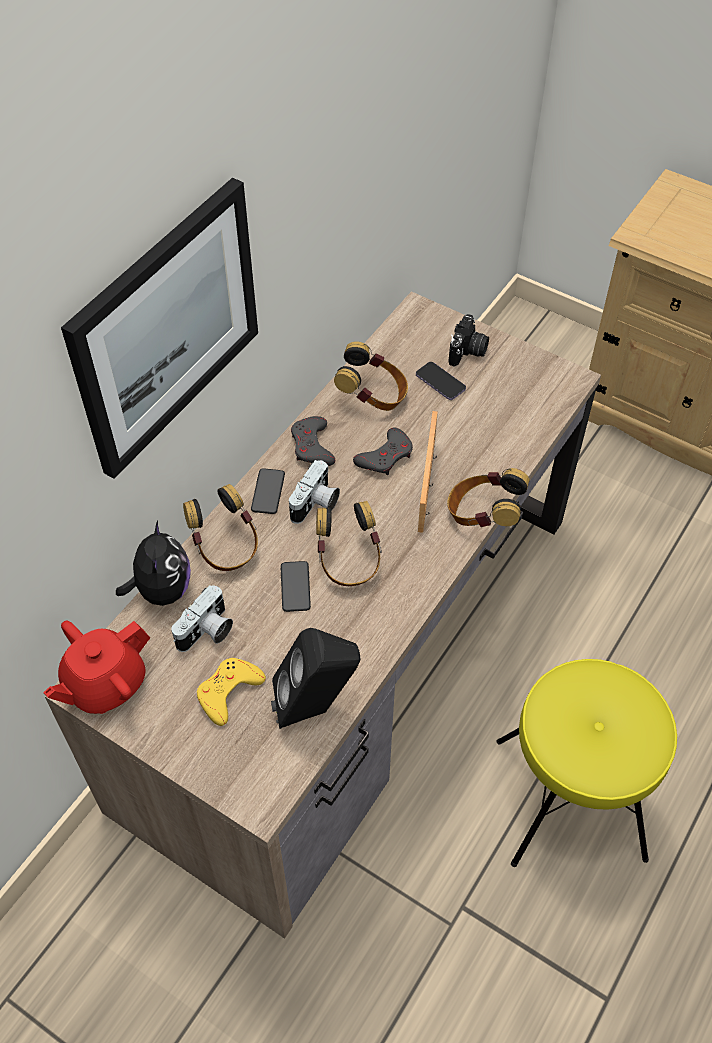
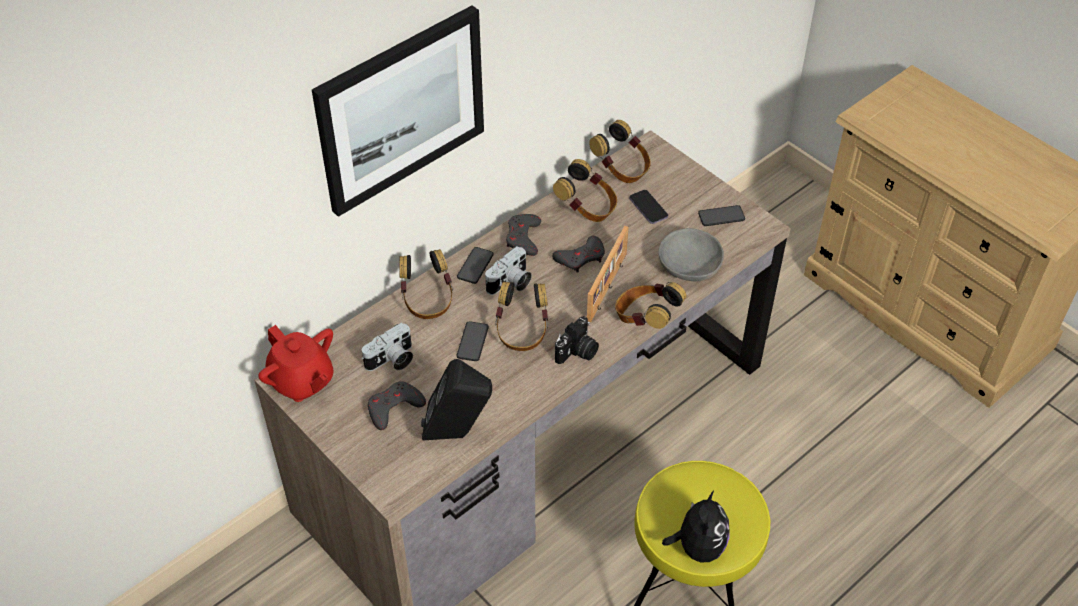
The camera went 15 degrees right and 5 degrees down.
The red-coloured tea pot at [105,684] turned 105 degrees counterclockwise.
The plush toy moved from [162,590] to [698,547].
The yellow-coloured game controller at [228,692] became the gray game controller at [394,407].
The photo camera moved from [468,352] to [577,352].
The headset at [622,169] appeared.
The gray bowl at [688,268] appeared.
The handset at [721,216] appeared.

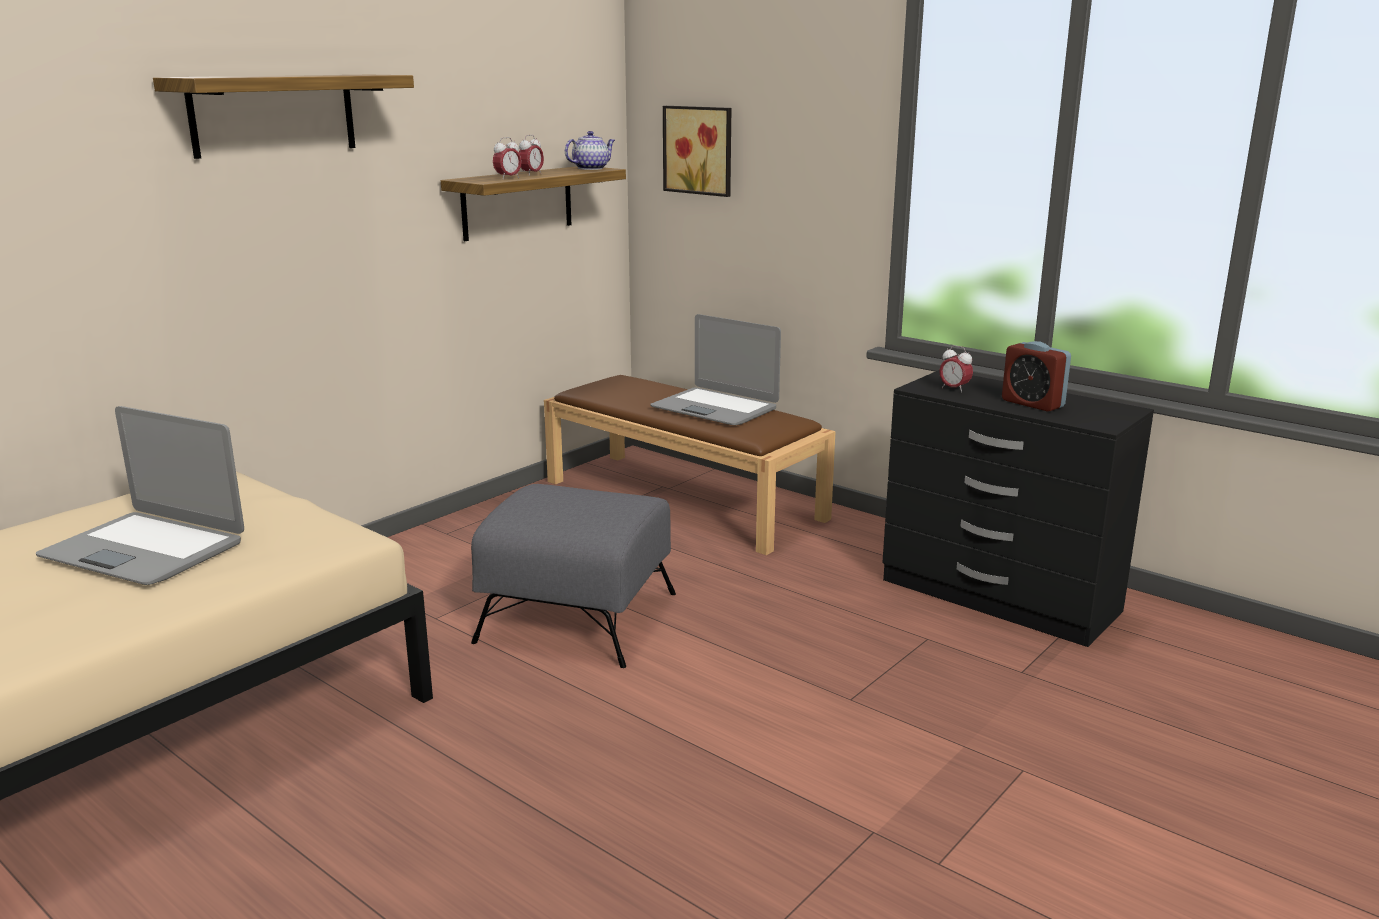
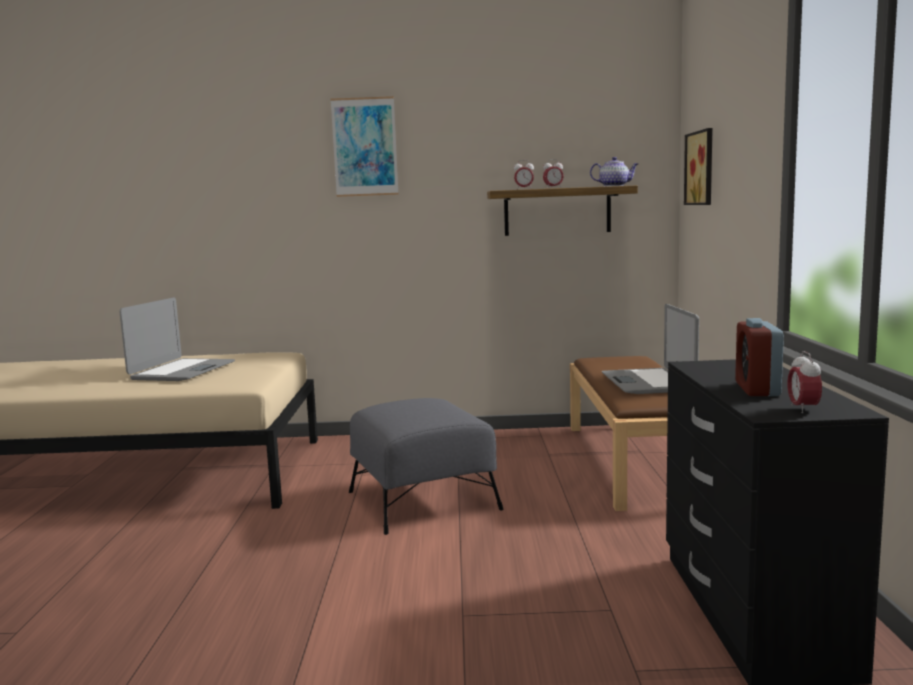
The camera went 50 degrees right and 10 degrees down.
The laptop at [145,549] turned 150 degrees counterclockwise.
The wall shelf at [273,114] was replaced by the wall picture at [365,147].
The table clock moved from [954,389] to [803,409].

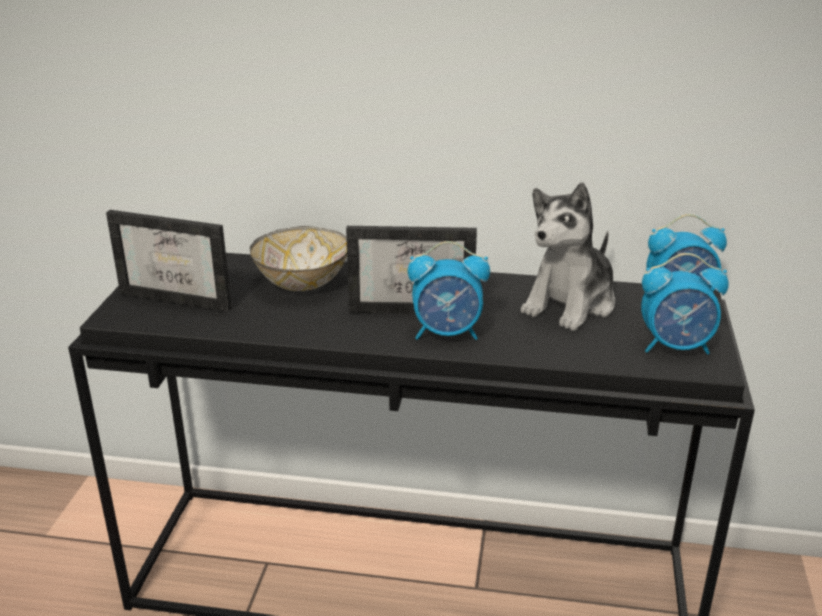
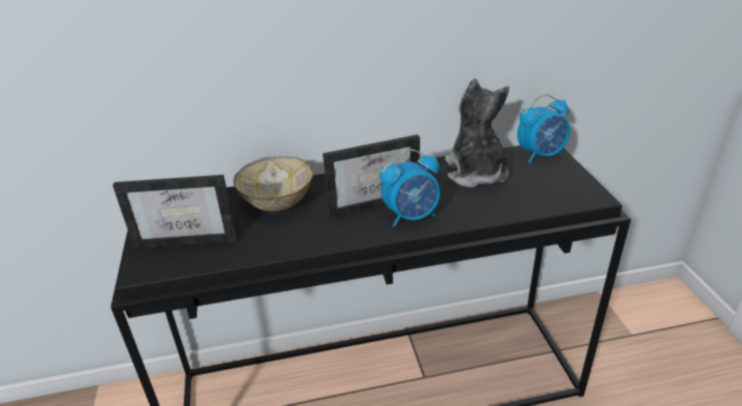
The camera went 20 degrees left and 5 degrees up.
The plush toy at [570,304] turned 150 degrees clockwise.
The table clock at [676,347] disappeared.

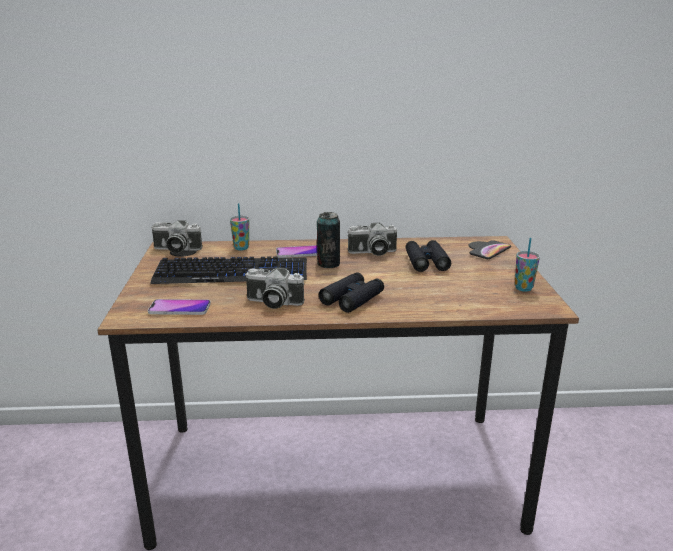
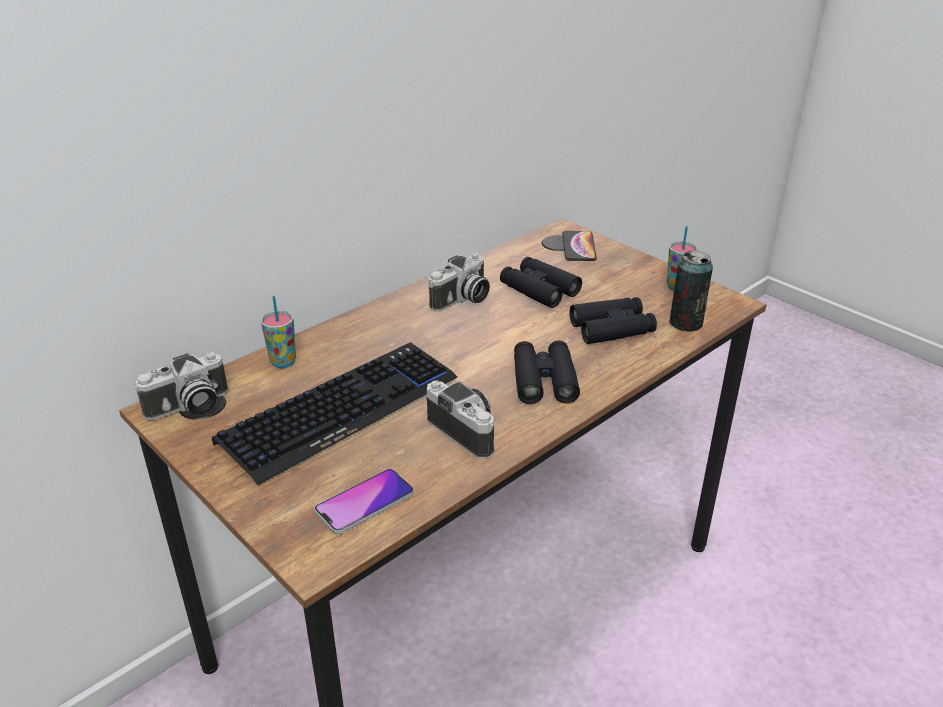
The camera went 40 degrees left and 10 degrees up.
The photo camera at [273,303] turned 105 degrees counterclockwise.
The handset at [300,252] disappeared.
The metal can moved from [328,264] to [685,323].
The blackish field glasses at [612,328] appeared.

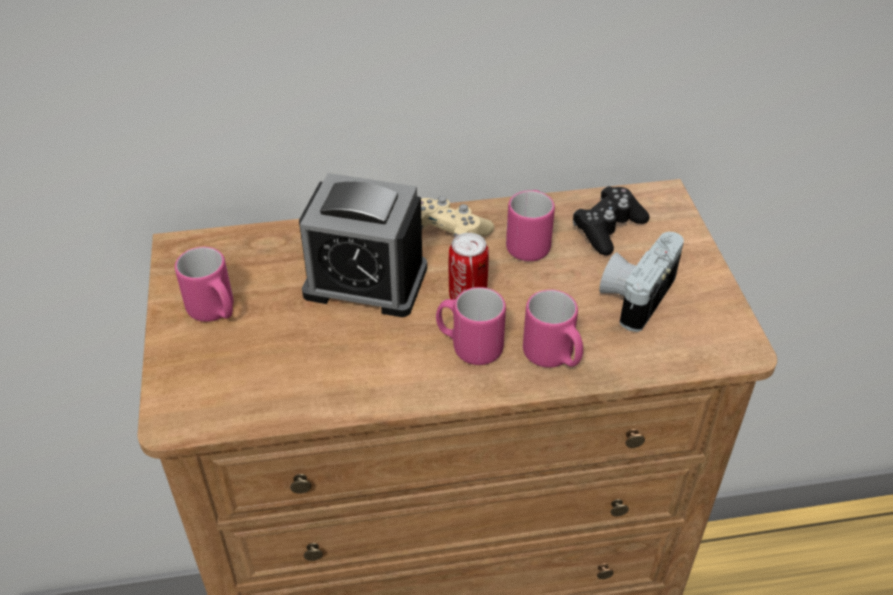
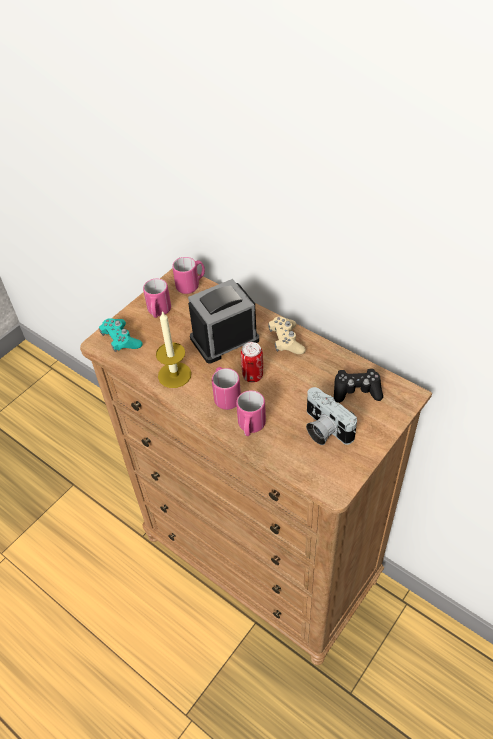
The camera went 50 degrees right and 5 degrees up.
The table clock at [365,281] turned 90 degrees clockwise.
The pink-coloured mug moved from [529,243] to [191,285].
The photo camera at [635,294] turned 120 degrees counterclockwise.
The blue-green game controller at [121,340] appeared.
The candle at [174,375] appeared.

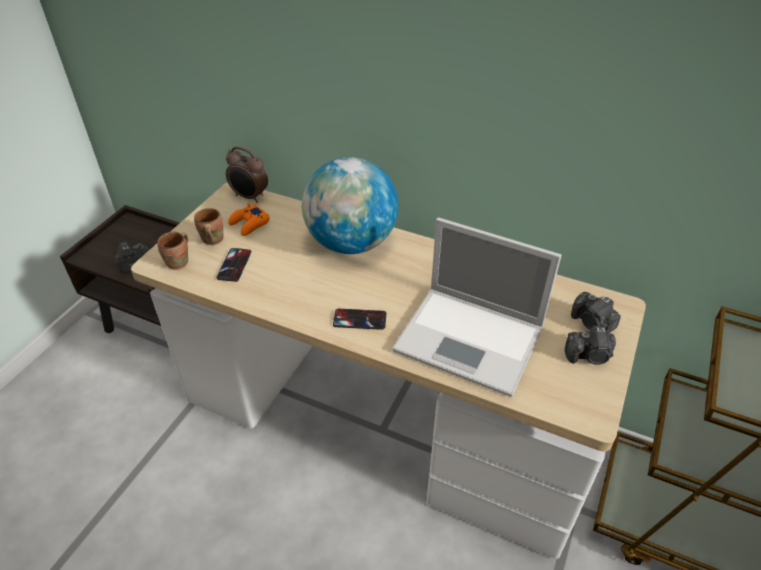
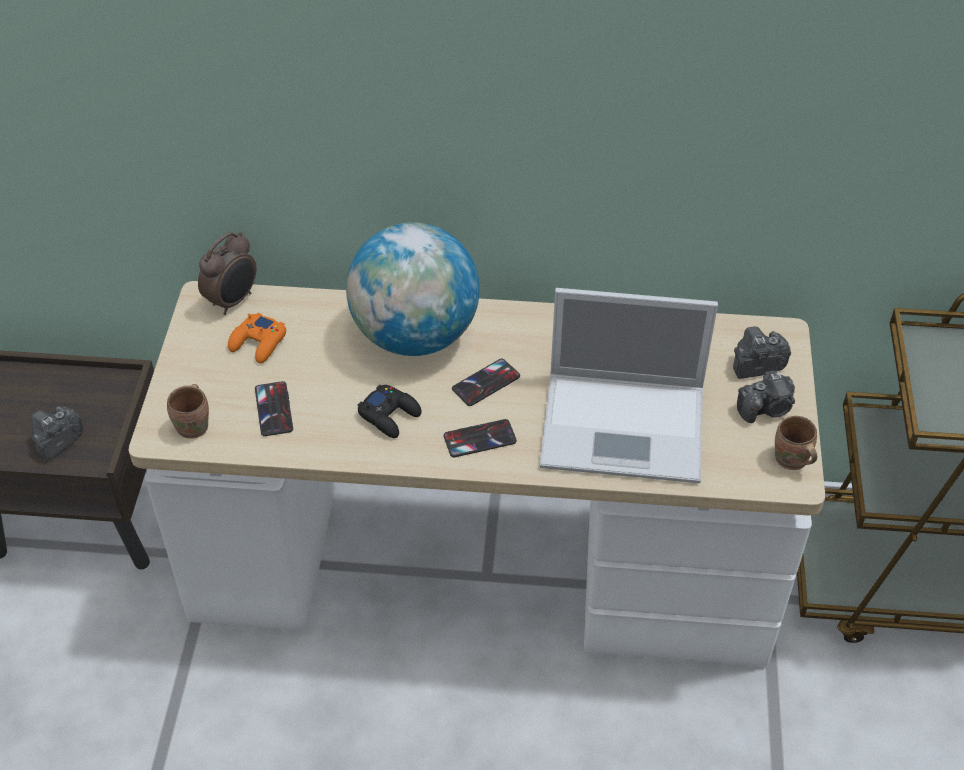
The camera went 20 degrees left and 5 degrees up.
The brown-coloured mug moved from [211,240] to [790,461].
The table clock at [249,197] turned 60 degrees counterclockwise.
The photo camera at [592,323] turned 135 degrees clockwise.
The blackish game controller at [390,415] appeared.
The handset at [486,383] appeared.

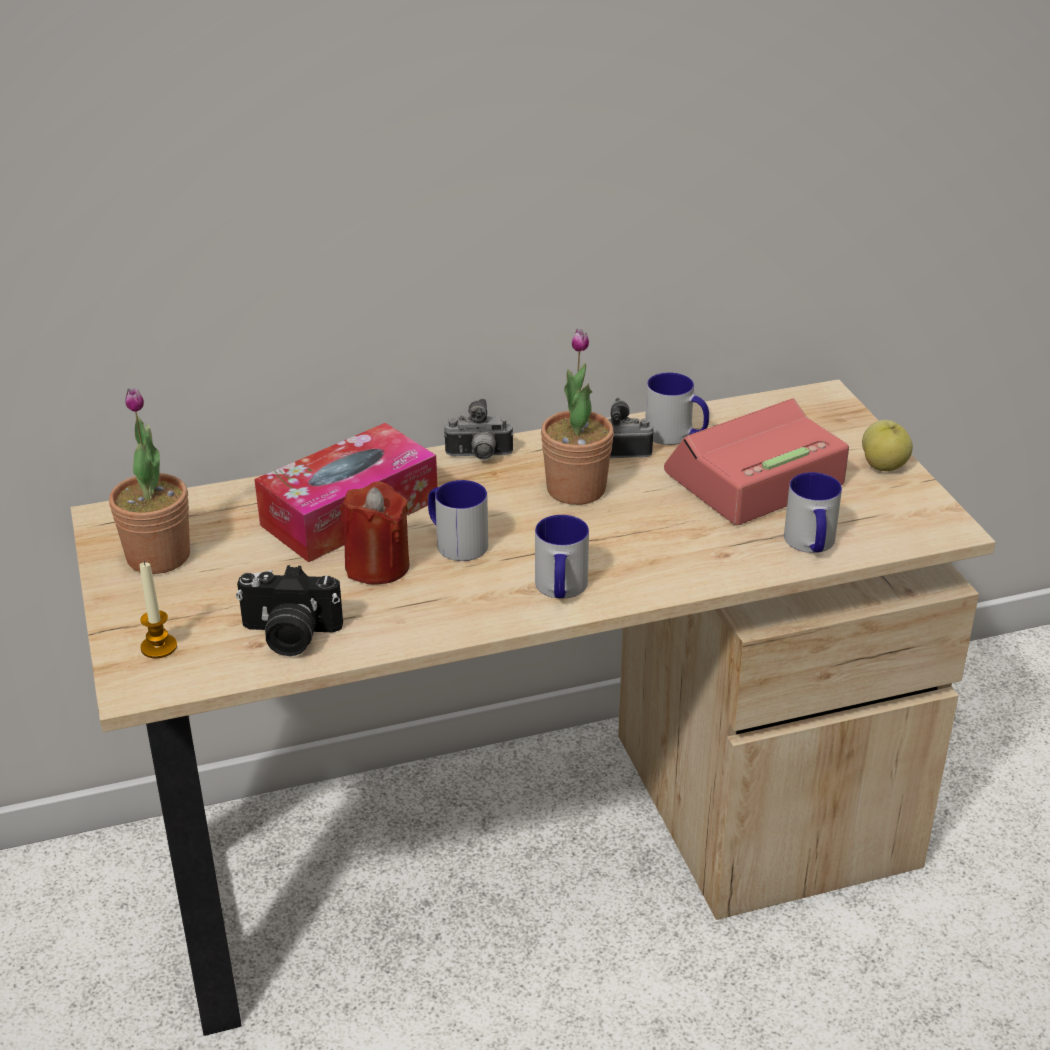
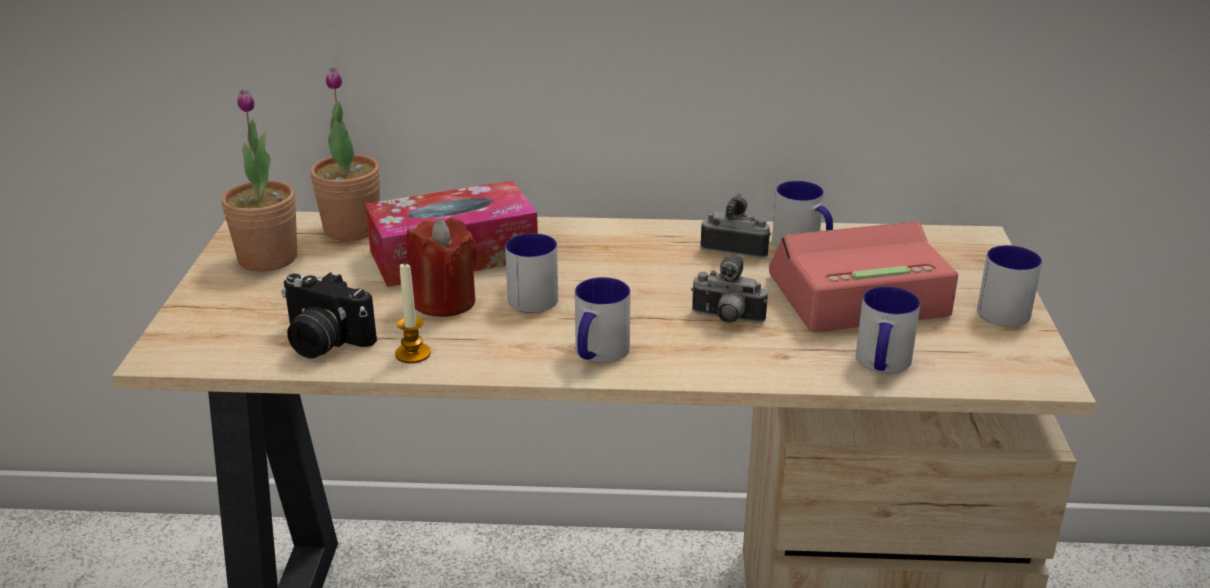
The camera went 20 degrees right and 5 degrees down.
The candle moved from [159,647] to [413,354].
The photo camera moved from [479,457] to [726,320].
The plant in a pot moved from [576,489] to [351,229].
The apple at [884,466] was replaced by the mug at [1005,308].

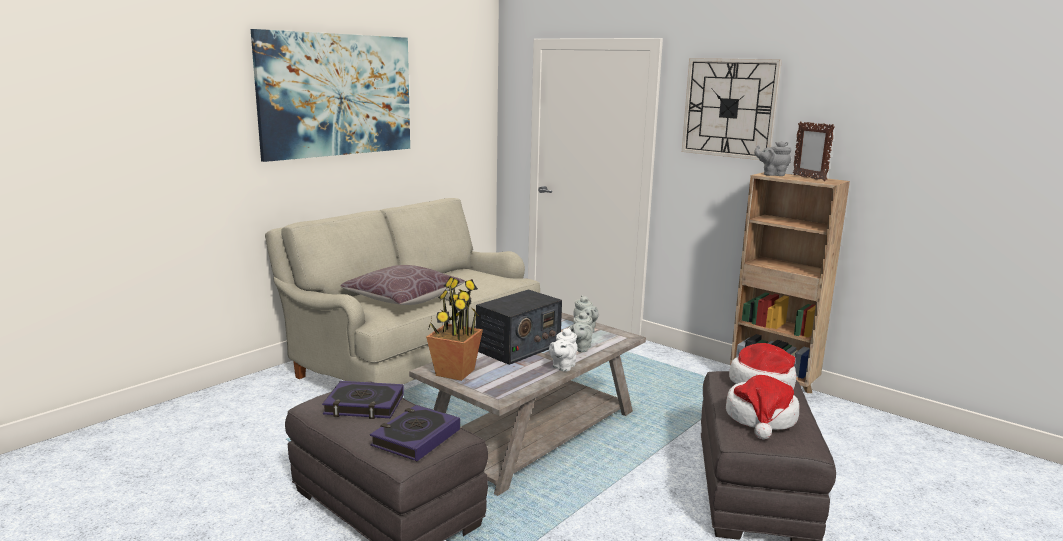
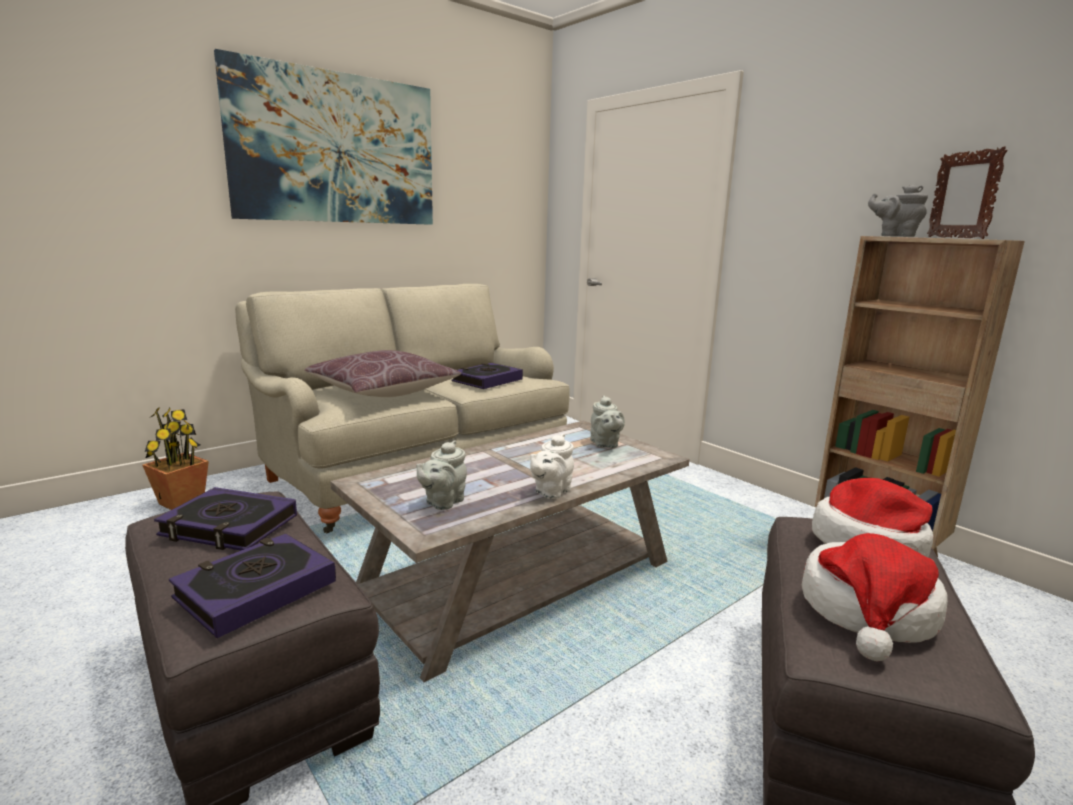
The camera went 10 degrees right and 0 degrees up.
The plant in a pot moved from [454,372] to [181,502].
The radio receiver at [518,348] disappeared.
The gray tea pot moved from [579,348] to [442,502].
The hanging clock at [729,108] disappeared.
The bound book at [487,380] appeared.

